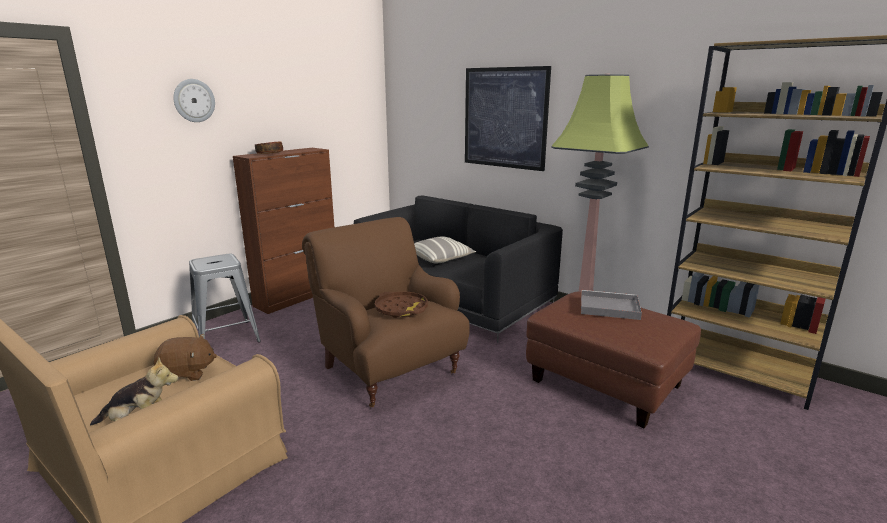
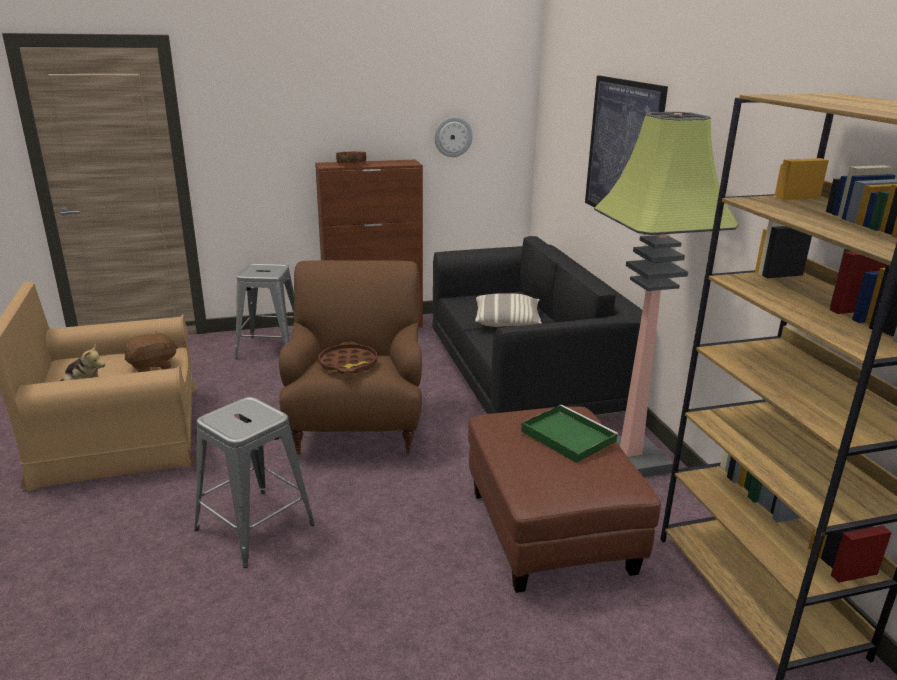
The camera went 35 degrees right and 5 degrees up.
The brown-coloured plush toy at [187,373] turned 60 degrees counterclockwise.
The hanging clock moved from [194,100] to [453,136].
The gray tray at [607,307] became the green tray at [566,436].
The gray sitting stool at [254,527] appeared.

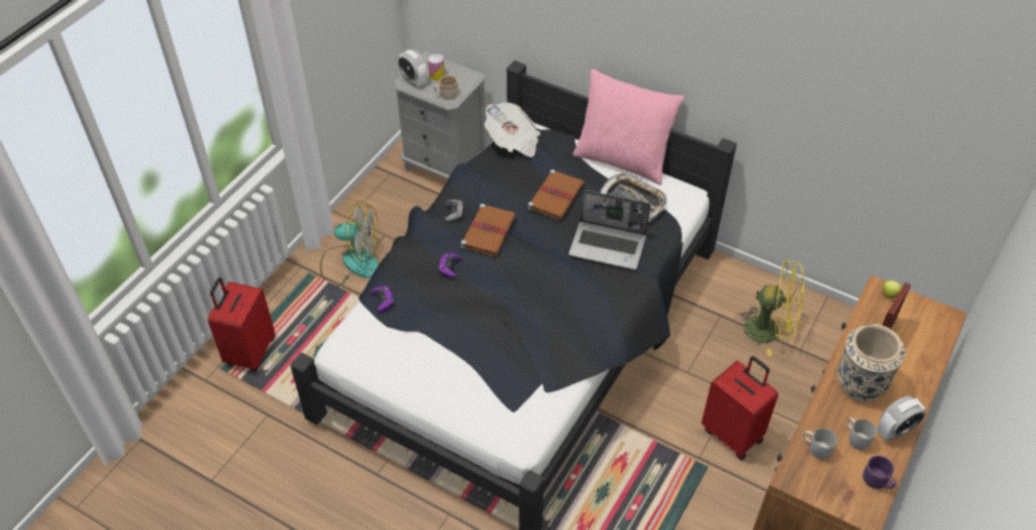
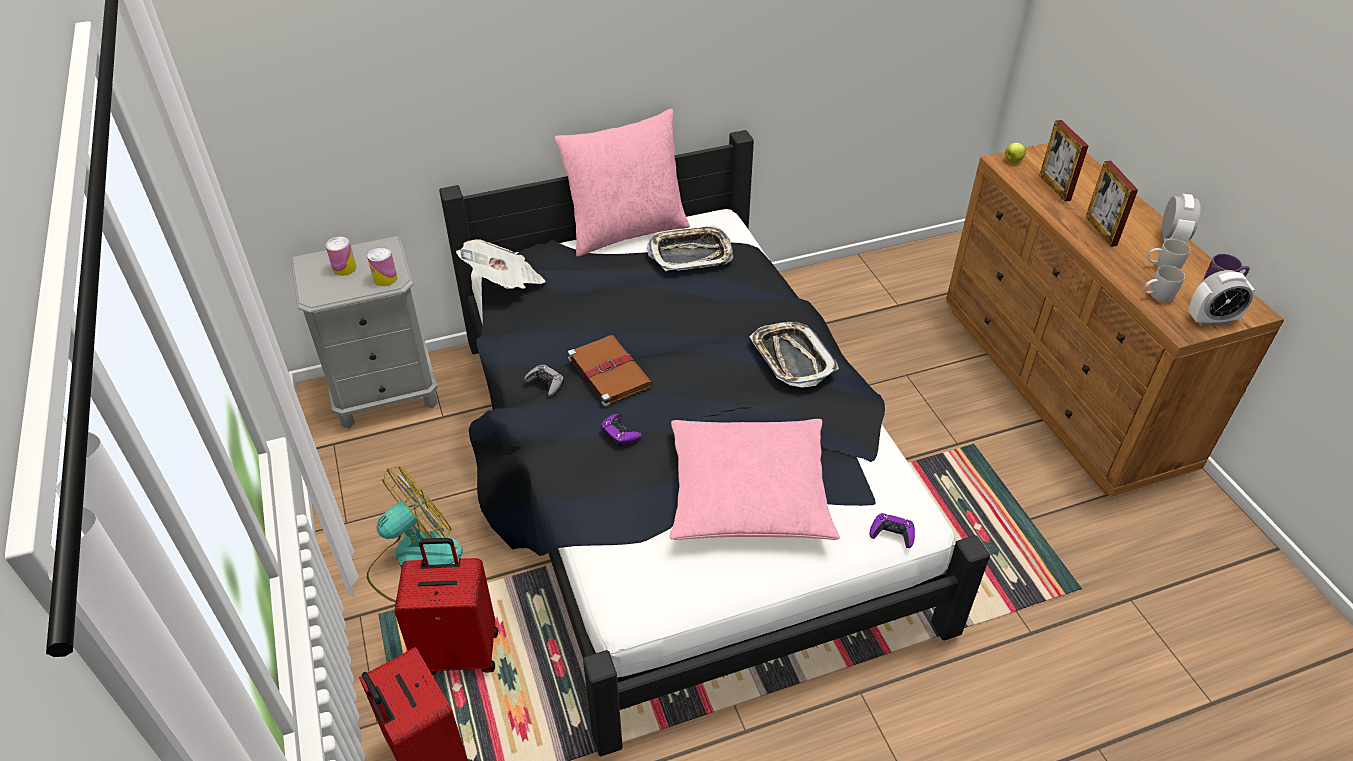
The camera went 50 degrees left and 5 degrees down.
The purple game controller moved from [382,300] to [892,533].
The table clock moved from [414,81] to [1211,320].
The beige mug at [446,95] was replaced by the metal can at [385,278].
The brown-coloured bound book at [556,196] disappeared.
The laptop at [608,246] disappeared.
The red-coloured piece of luggage moved from [733,434] to [459,651].
The yellow-coloured fan at [769,330] disappeared.
The beige decorative vase at [860,384] was replaced by the standing frame at [1101,231].
The pink-coloured pillow at [748,492] appeared.
The tray at [792,358] appeared.

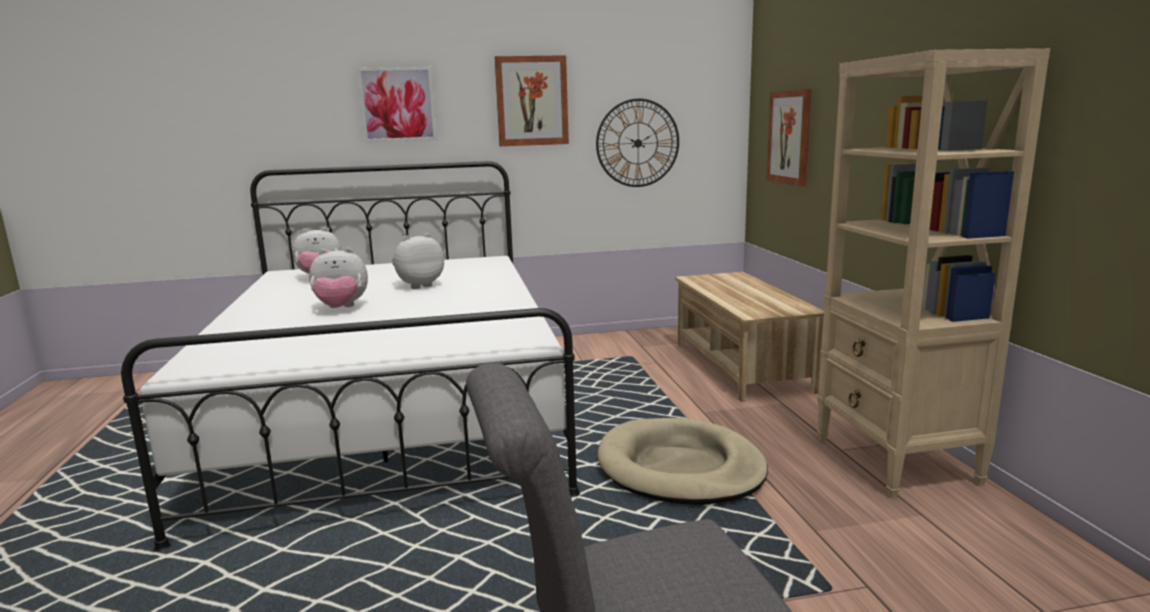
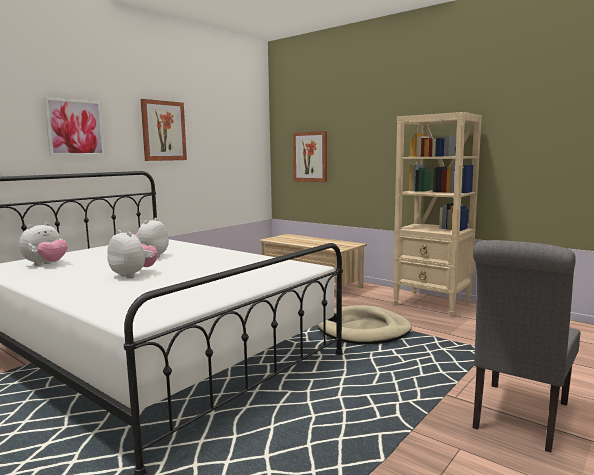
The camera went 40 degrees left and 5 degrees down.
The plush toy at [341,308] turned 90 degrees counterclockwise.
The hanging clock at [638,143] disappeared.

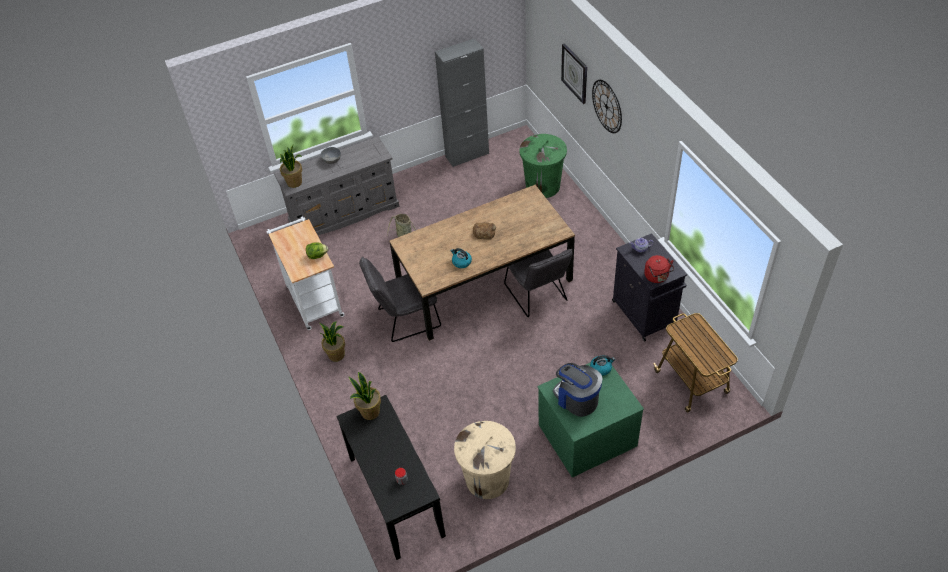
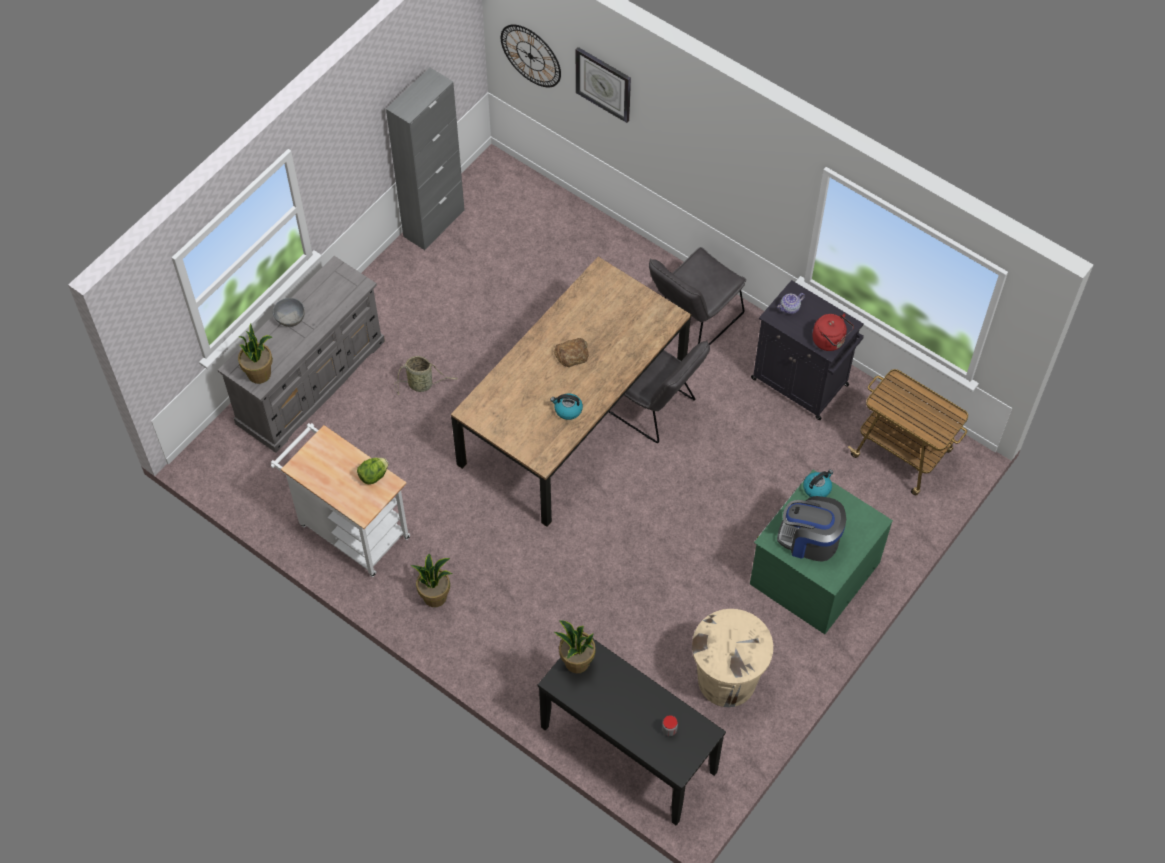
The camera went 30 degrees left and 10 degrees up.
The gray upright chair moved from [404,319] to [692,320].
The green waste bin at [543,186] disappeared.
The hanging clock moved from [607,106] to [530,56].

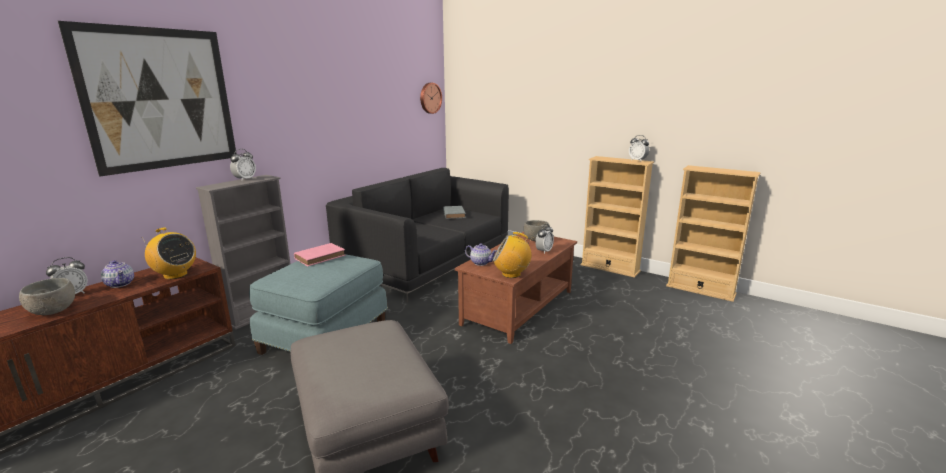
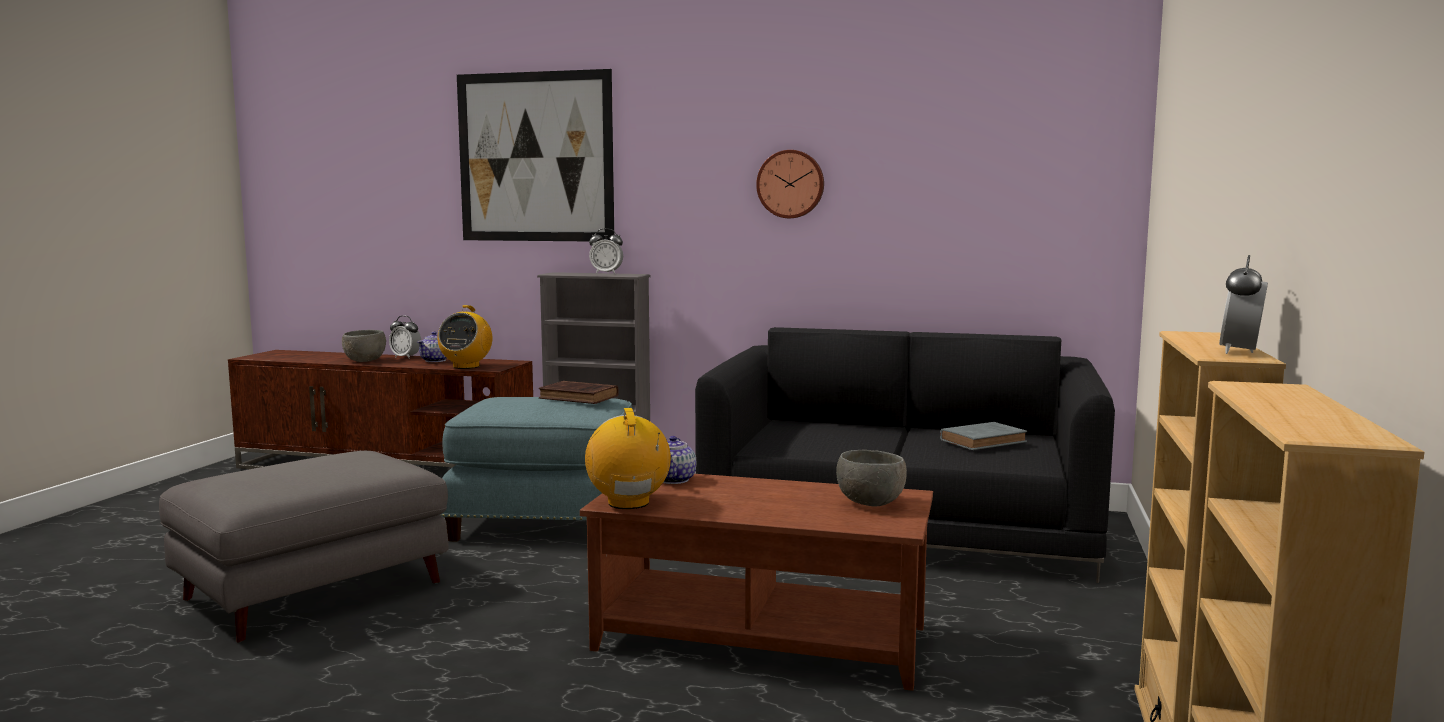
The camera went 70 degrees right and 10 degrees down.
The pink-coloured bound book at [321,257] became the brown-coloured bound book at [580,397].
The hanging clock moved from [430,98] to [790,184].
The table clock at [544,251] disappeared.

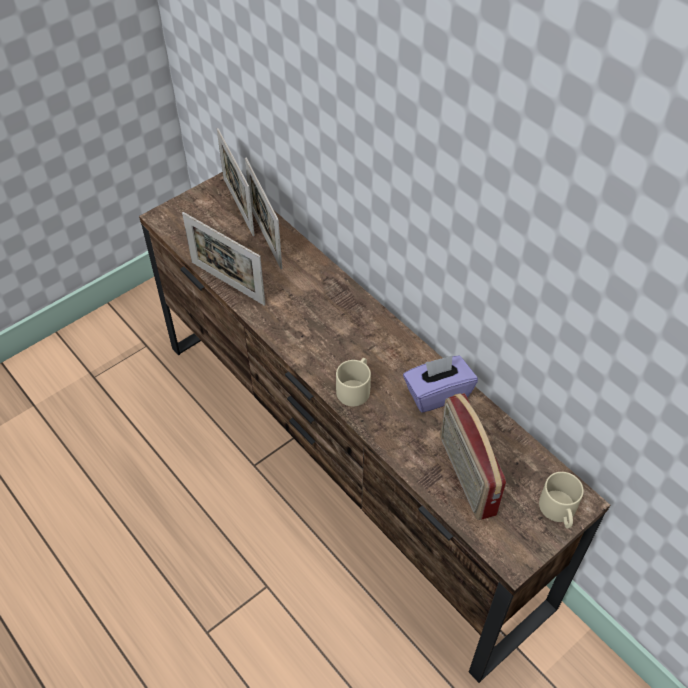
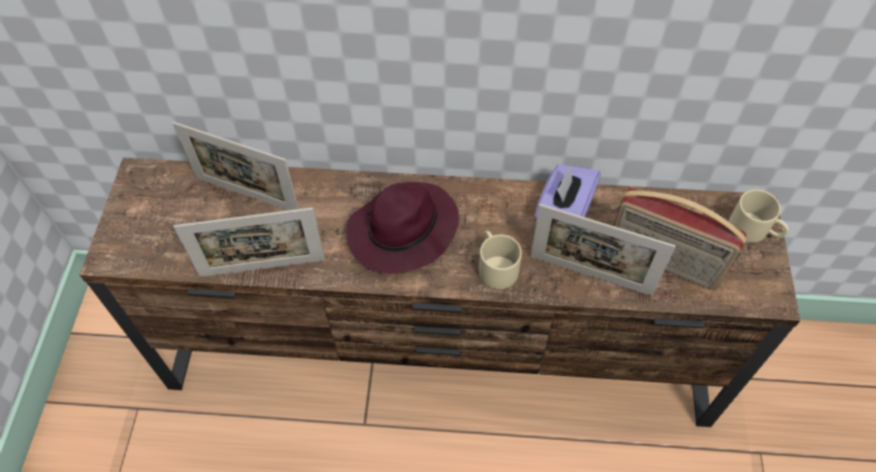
The camera went 45 degrees left and 5 degrees up.
The standing frame moved from [238,206] to [590,275].
The purple hat at [402,232] appeared.

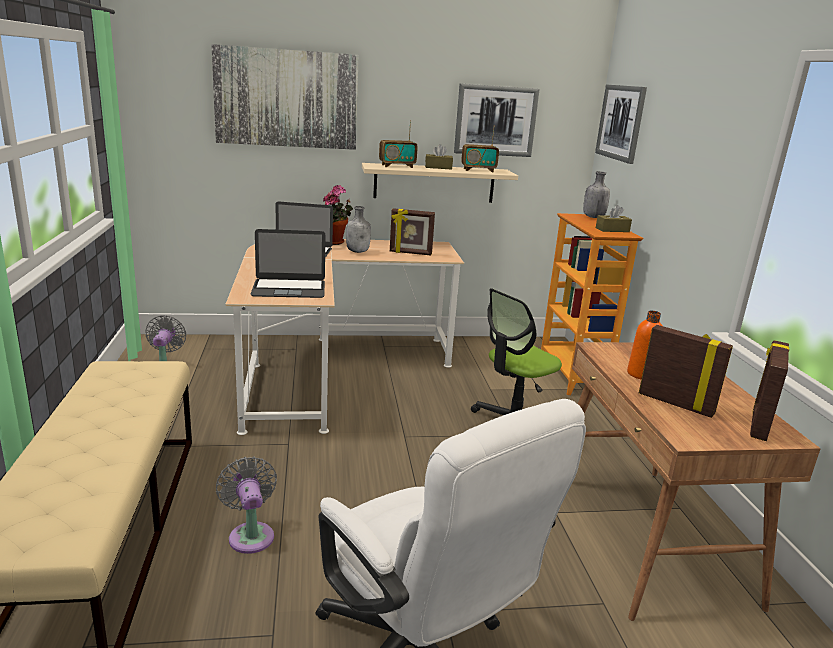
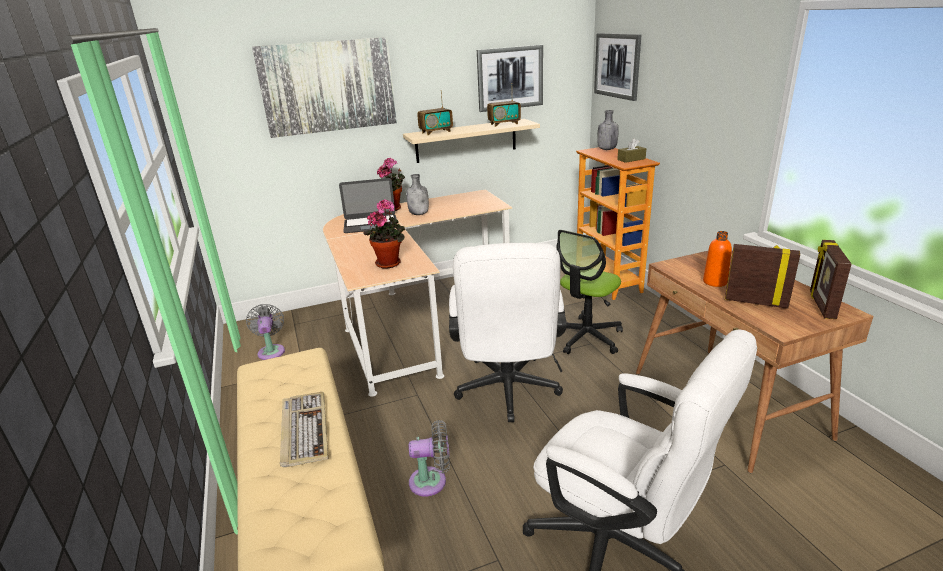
The camera went 10 degrees left and 5 degrees up.
The gray fan at [250,534] turned 120 degrees clockwise.
The laptop at [289,288] was replaced by the plant in a pot at [390,263].
The standing frame at [410,253] disappeared.
The brown-coloured tissue holder at [438,167] disappeared.
The computer keyboard at [304,430] appeared.
The white computer chair at [507,393] appeared.

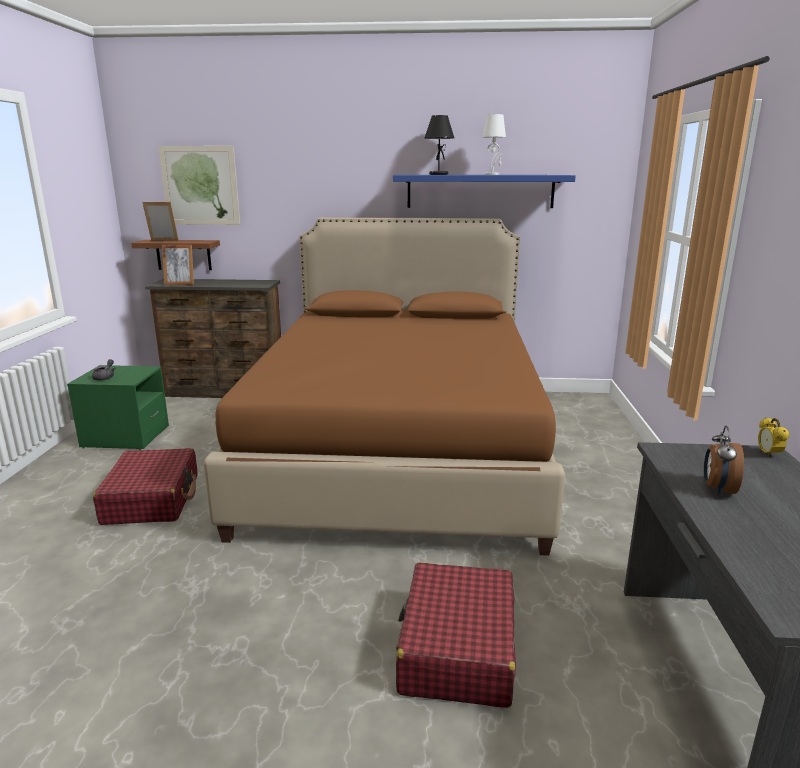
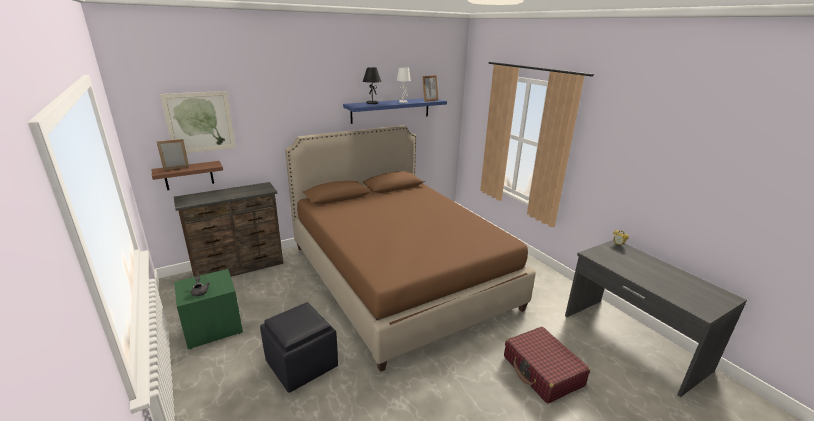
The camera went 35 degrees left and 5 degrees up.
The red-coloured piece of luggage at [152,499] was replaced by the blackish pouffe at [301,364].
The standing frame moved from [180,284] to [430,100].
The table clock at [717,489] disappeared.

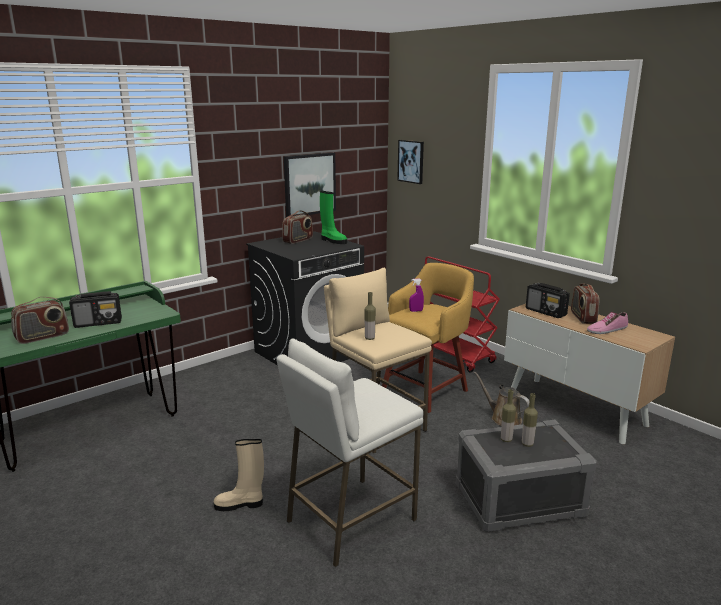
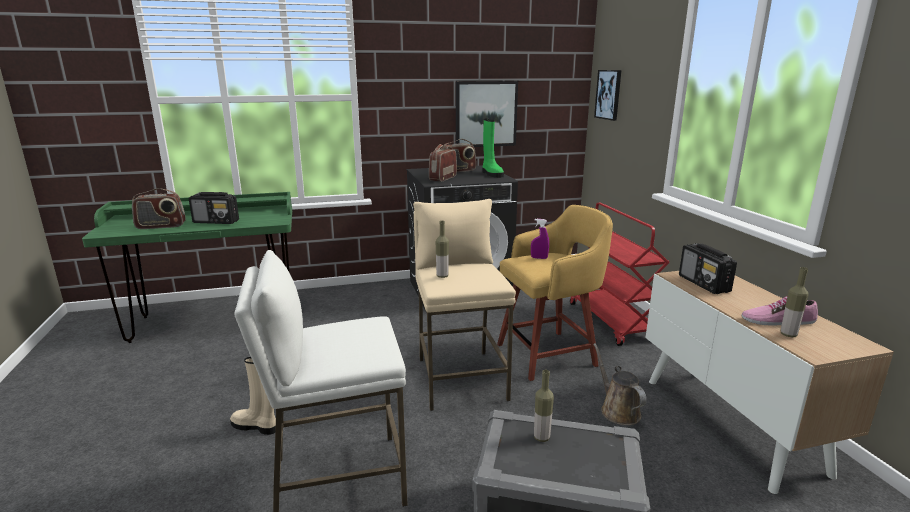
The camera went 25 degrees right and 0 degrees up.
The beverage bottle moved from [527,444] to [788,334].
The radio receiver moved from [582,317] to [442,178].

